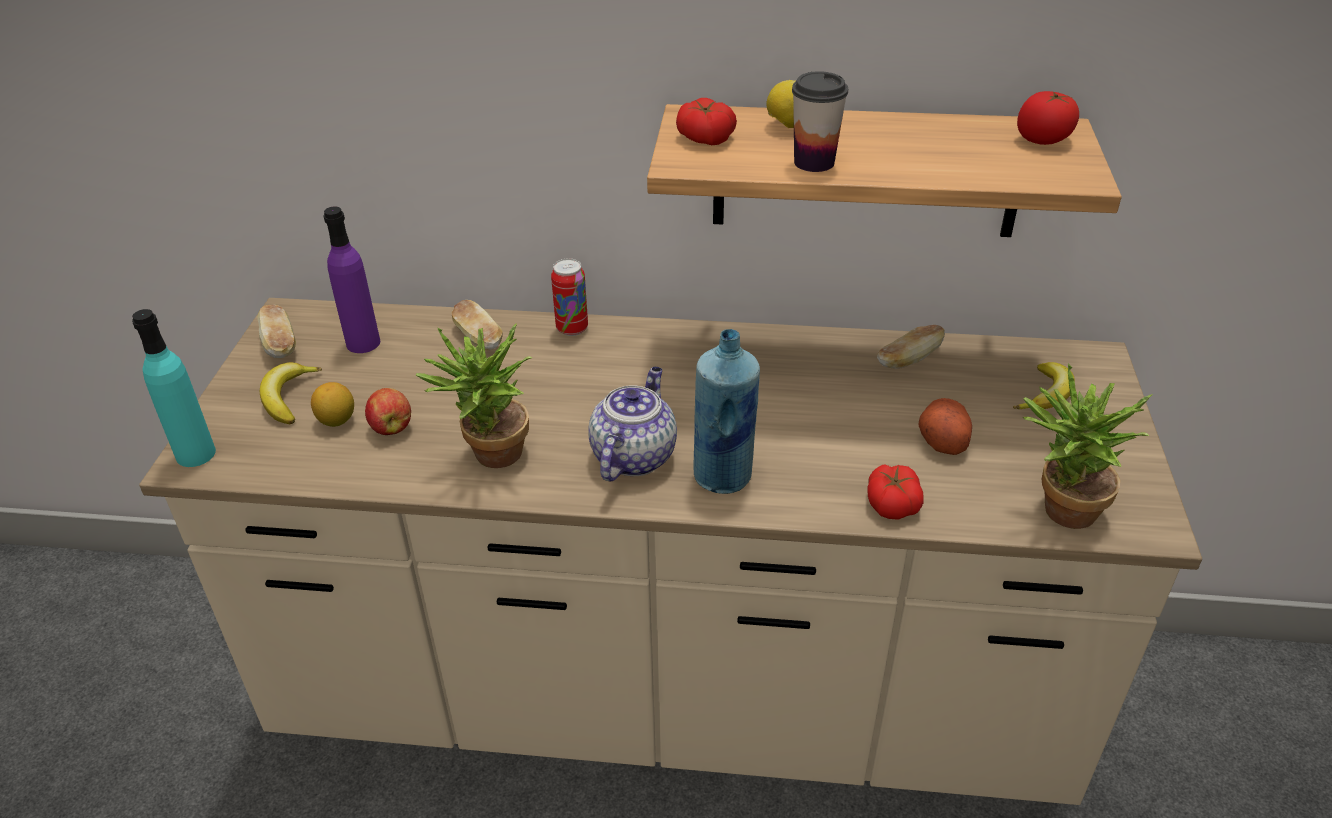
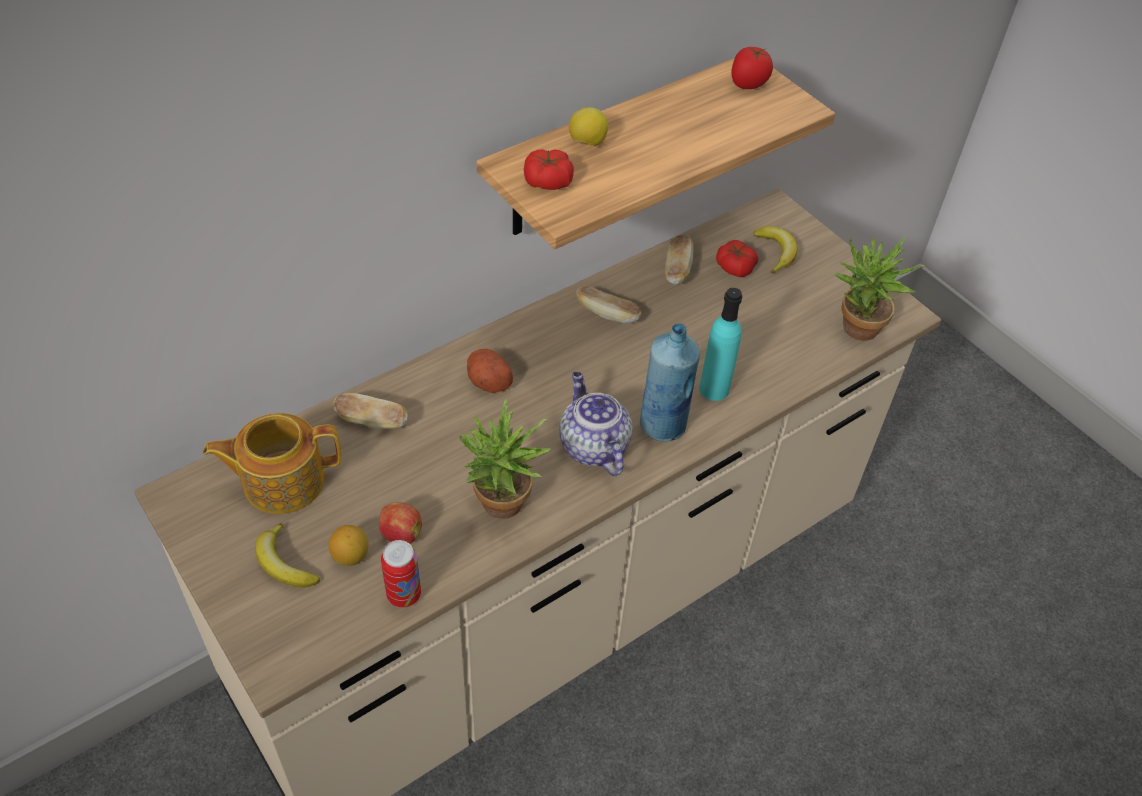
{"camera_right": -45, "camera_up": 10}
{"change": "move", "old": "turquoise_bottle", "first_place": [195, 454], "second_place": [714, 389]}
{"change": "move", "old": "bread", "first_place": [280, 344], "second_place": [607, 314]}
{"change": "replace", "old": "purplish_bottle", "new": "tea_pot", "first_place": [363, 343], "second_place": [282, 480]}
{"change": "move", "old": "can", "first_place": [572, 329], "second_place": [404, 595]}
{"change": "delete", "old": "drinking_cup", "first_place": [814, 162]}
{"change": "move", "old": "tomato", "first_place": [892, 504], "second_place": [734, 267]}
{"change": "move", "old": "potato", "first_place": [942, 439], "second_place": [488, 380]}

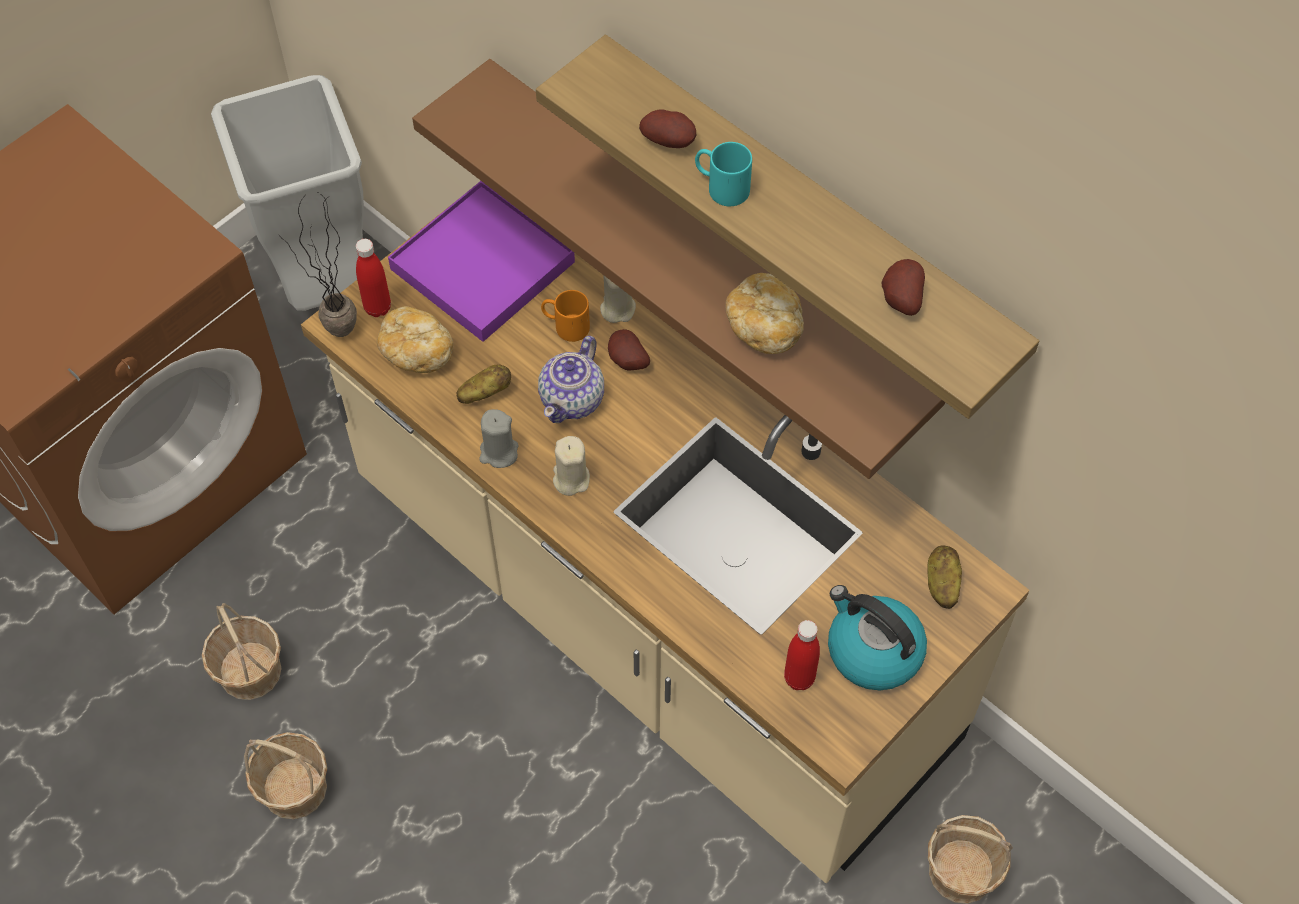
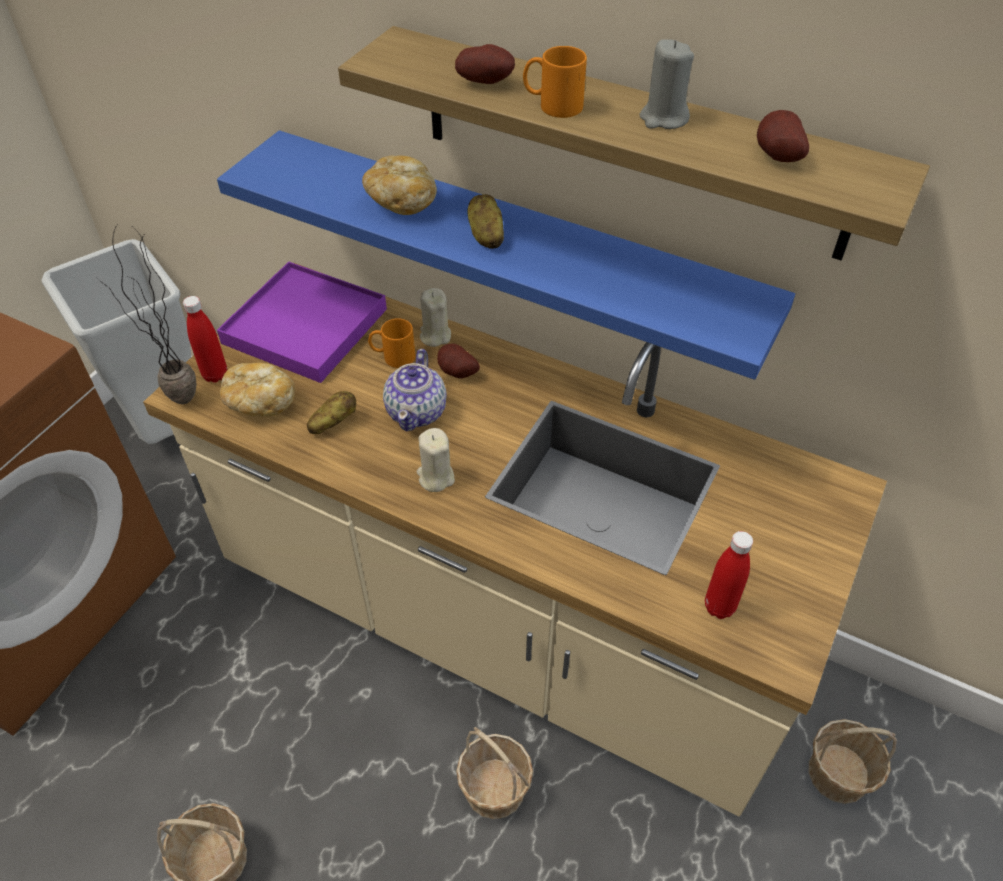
{"camera_right": -15, "camera_up": -10}
{"change": "move", "old": "storage_basket", "first_place": [250, 671], "second_place": [495, 789]}
{"change": "recolor", "old": "brown-coloured_wall_shelf", "new": "bluish_wall_shelf", "first_place": [704, 249], "second_place": [512, 245]}
{"change": "move", "old": "gray_wax_candle", "first_place": [498, 452], "second_place": [663, 118]}
{"change": "recolor", "old": "turquoise_tea_mug", "new": "orange_tea_mug", "first_place": [720, 187], "second_place": [552, 105]}
{"change": "move", "old": "bread", "first_place": [764, 325], "second_place": [401, 201]}
{"change": "delete", "old": "kettle", "first_place": [872, 651]}
{"change": "move", "old": "potato", "first_place": [941, 584], "second_place": [485, 235]}

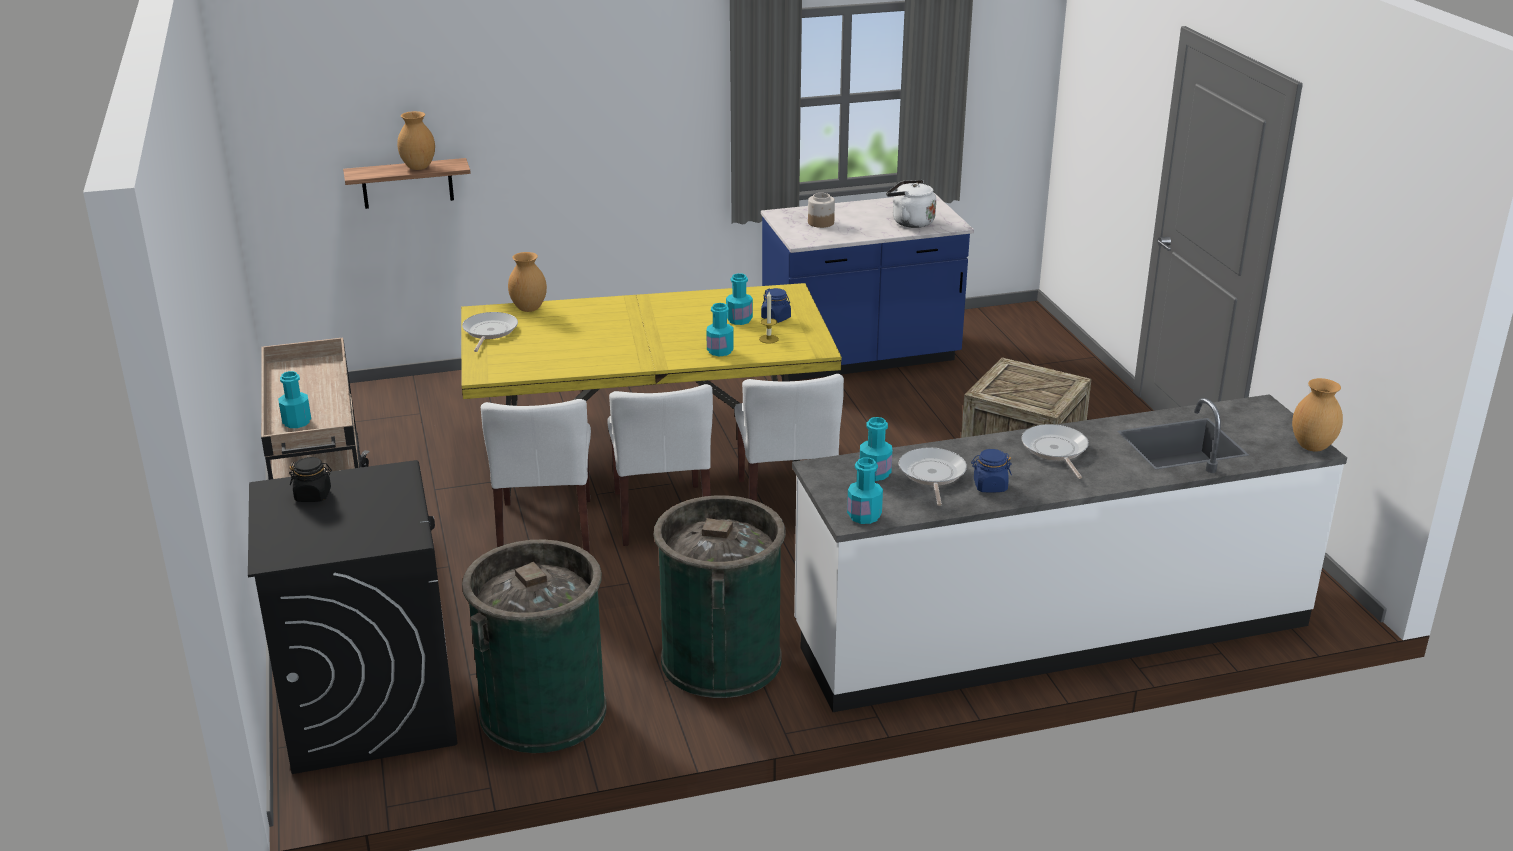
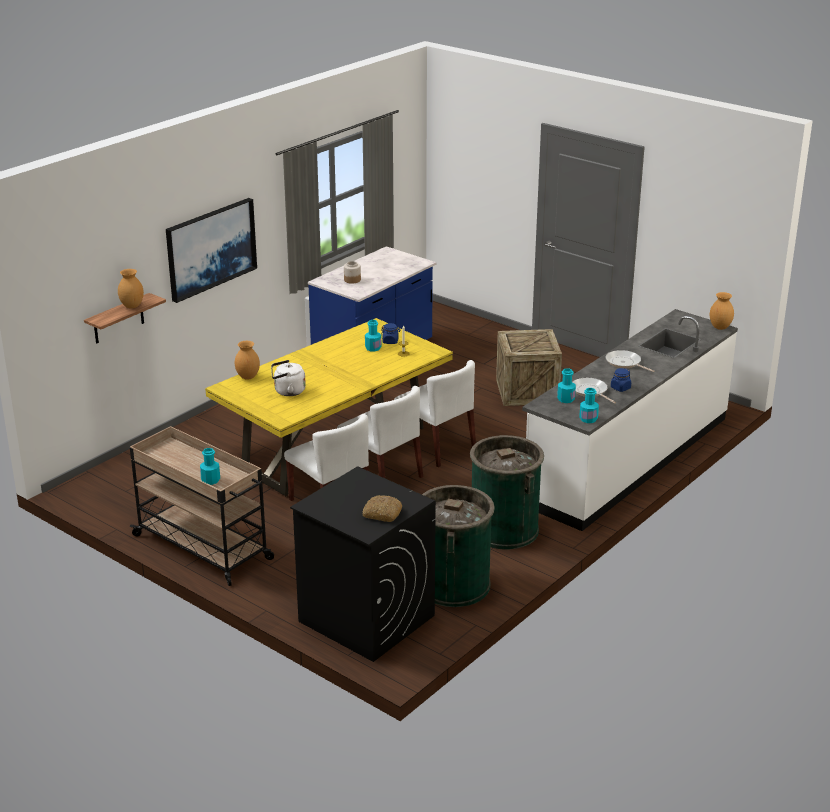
{"camera_right": -35, "camera_up": 0}
{"change": "delete", "old": "black-coloured_storage_jar", "first_place": [313, 495]}
{"change": "delete", "old": "skillet", "first_place": [489, 332]}
{"change": "delete", "old": "turquoise_bottle", "first_place": [720, 351]}
{"change": "move", "old": "whitish_kettle", "first_place": [910, 222], "second_place": [287, 391]}
{"change": "insert", "new": "wall_art", "second_place": [210, 248]}
{"change": "insert", "new": "bread", "second_place": [382, 514]}

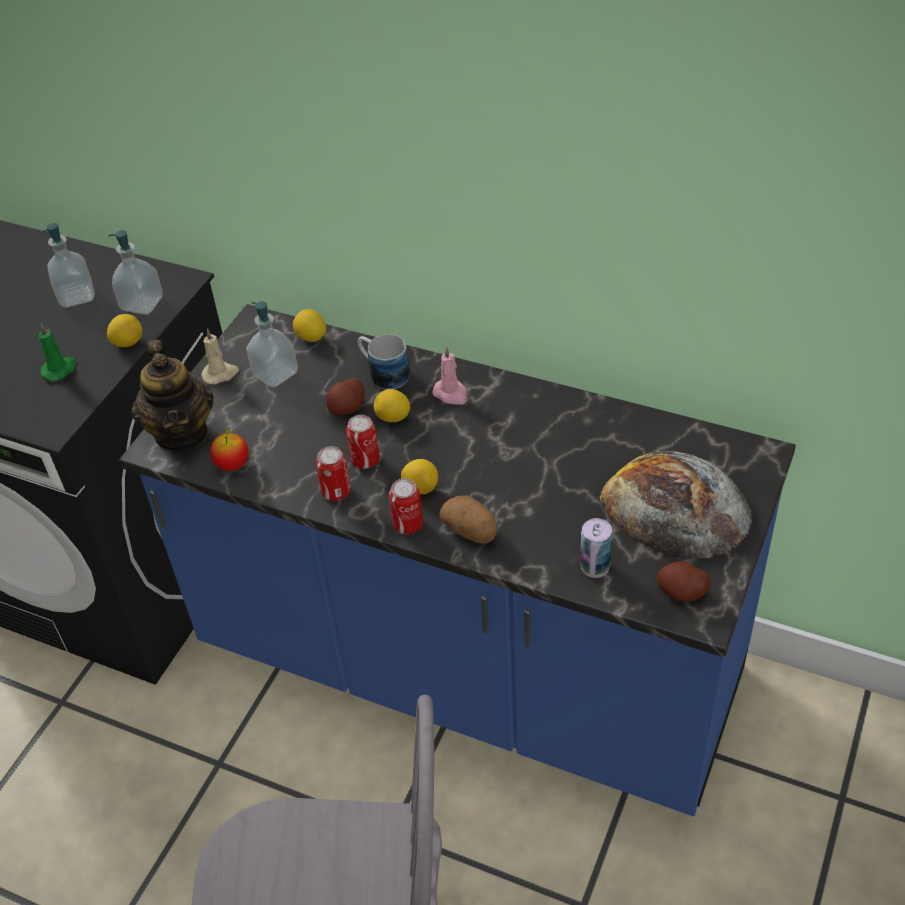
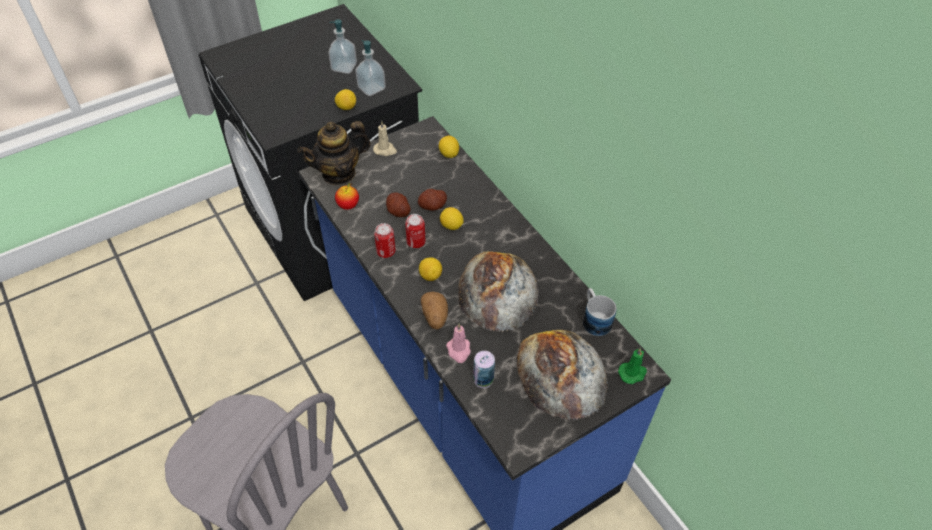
{"camera_right": 30, "camera_up": 5}
{"change": "move", "old": "greenish_wax_candle", "first_place": [60, 369], "second_place": [632, 373]}
{"change": "rotate", "old": "tea_pot", "first_place": [182, 433], "second_place": [339, 173], "degrees": 45}
{"change": "delete", "old": "soap_dispenser", "first_place": [275, 374]}
{"change": "move", "old": "tea_mug", "first_place": [383, 373], "second_place": [594, 319]}
{"change": "delete", "old": "can", "first_place": [408, 524]}
{"change": "move", "old": "pinkish_wax_candle", "first_place": [451, 394], "second_place": [459, 350]}
{"change": "move", "old": "potato", "first_place": [682, 592], "second_place": [398, 211]}
{"change": "insert", "new": "bread", "second_place": [497, 290]}

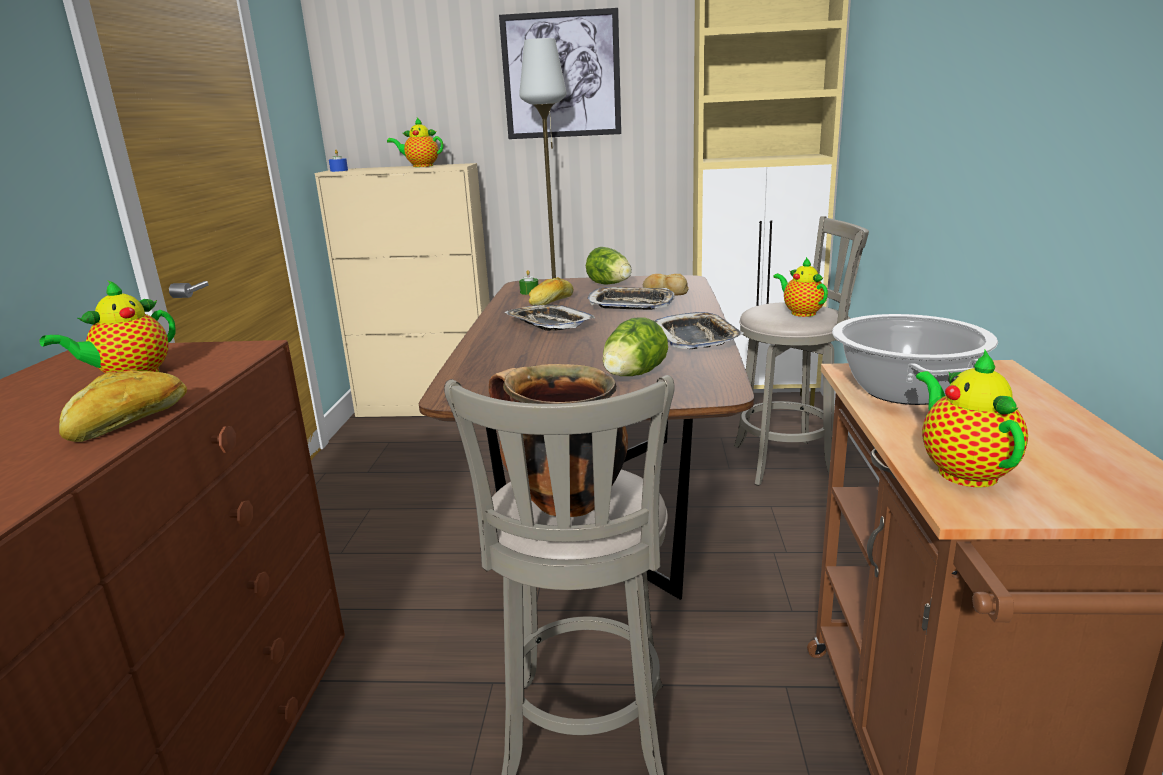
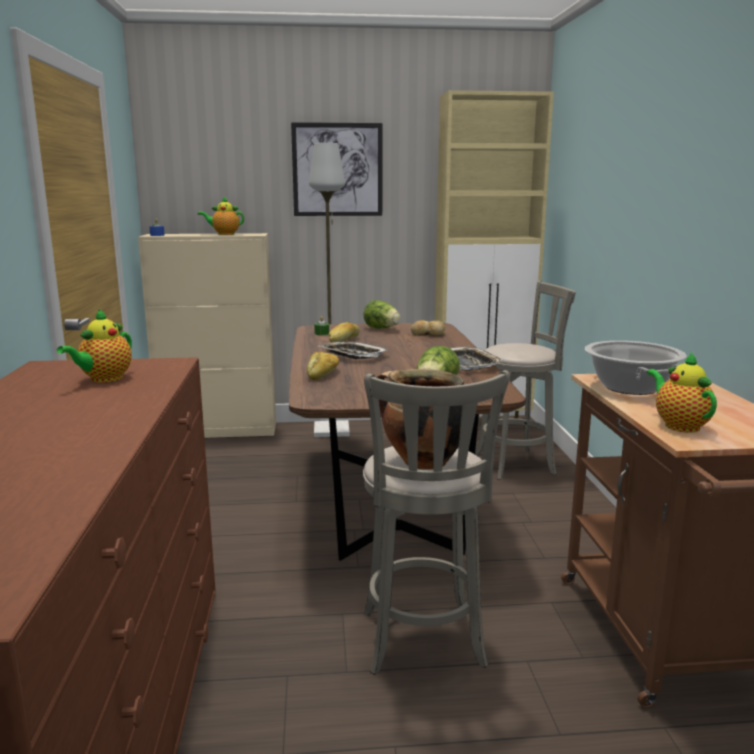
{"camera_right": -10, "camera_up": -5}
{"change": "move", "old": "bread", "first_place": [131, 421], "second_place": [323, 374]}
{"change": "delete", "old": "carrying_tray", "first_place": [631, 305]}
{"change": "delete", "old": "tea_pot", "first_place": [801, 313]}

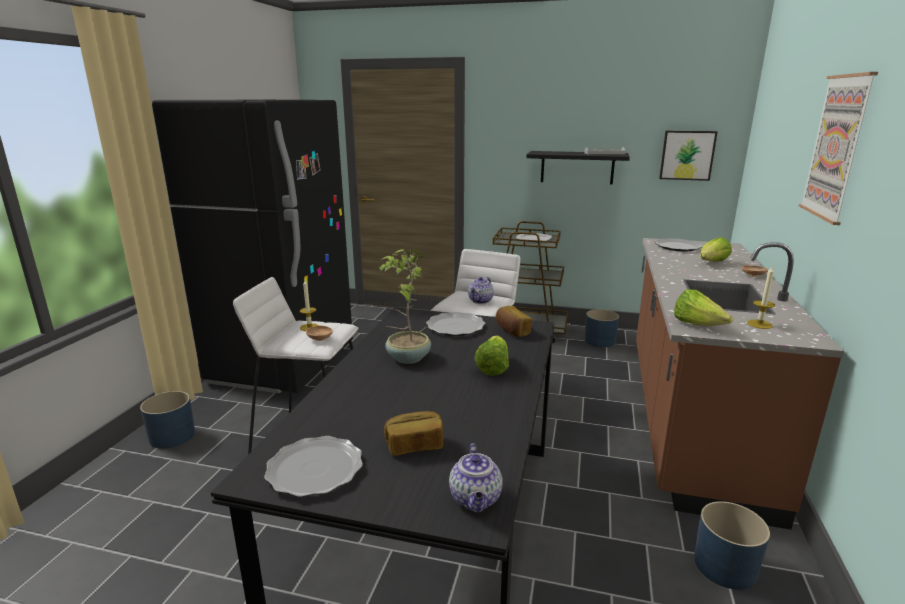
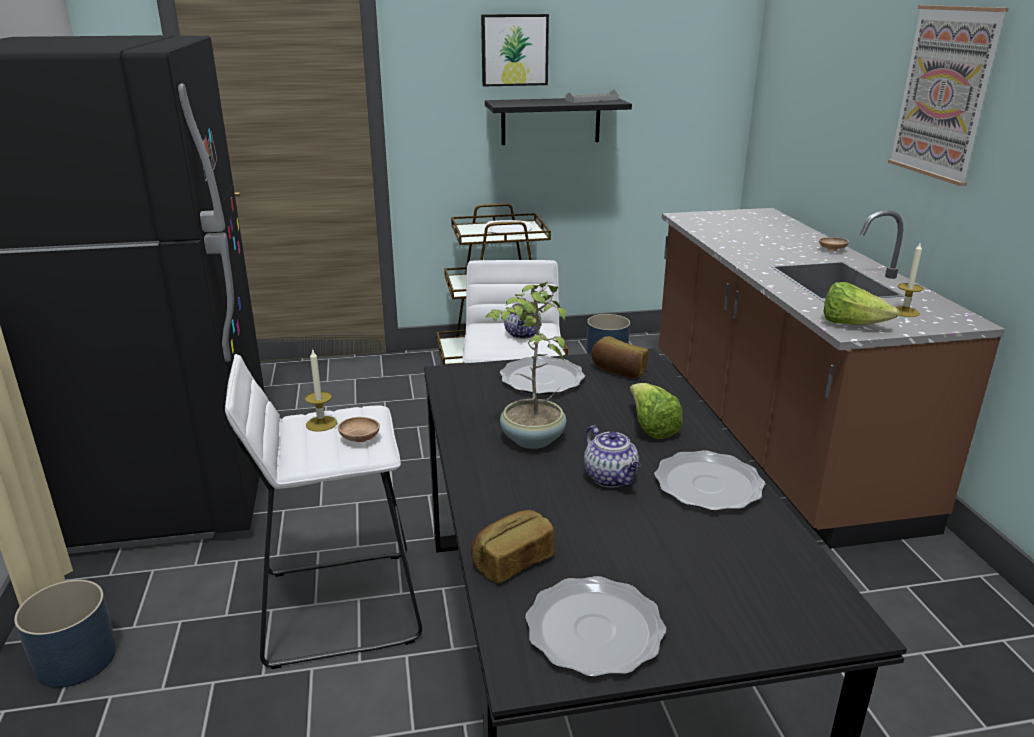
{"camera_right": -25, "camera_up": 5}
{"change": "move", "old": "bread", "first_place": [414, 445], "second_place": [512, 561]}
{"change": "move", "old": "tea_pot", "first_place": [476, 499], "second_place": [611, 478]}
{"change": "move", "old": "plate", "first_place": [678, 247], "second_place": [709, 485]}
{"change": "move", "old": "wall_art", "first_place": [687, 155], "second_place": [514, 50]}
{"change": "delete", "old": "bluish_planter", "first_place": [725, 565]}
{"change": "delete", "old": "lettuce", "first_place": [712, 263]}

